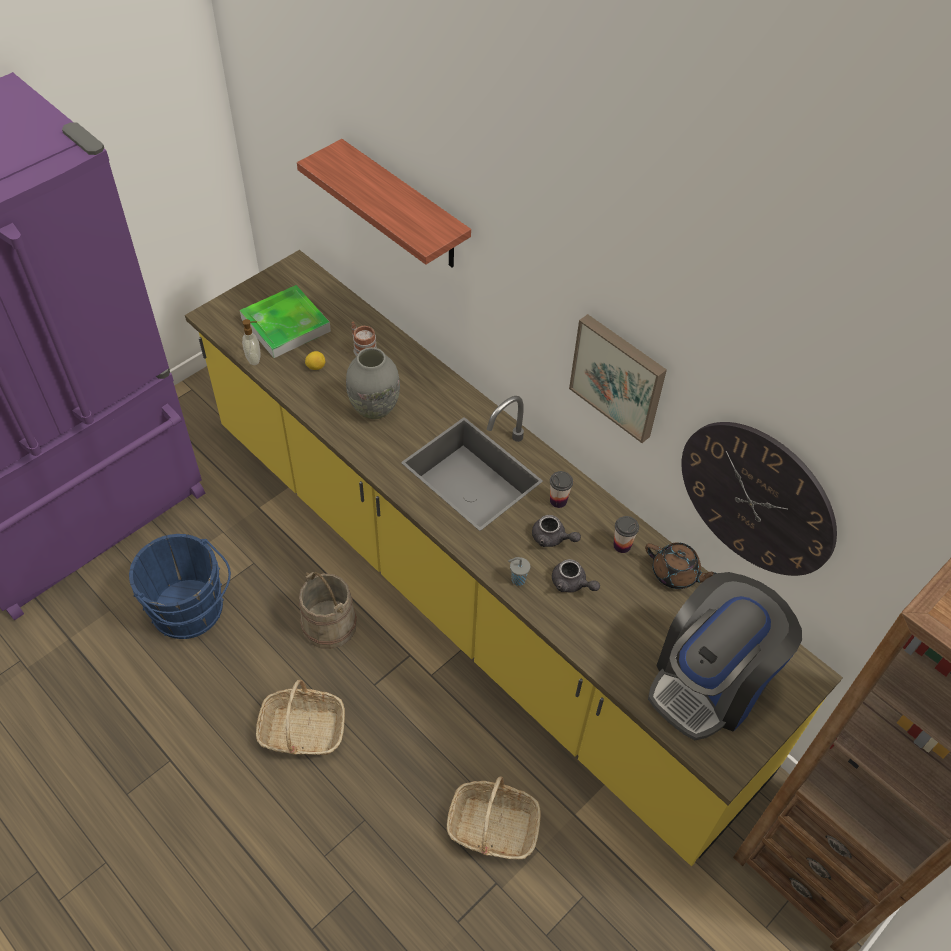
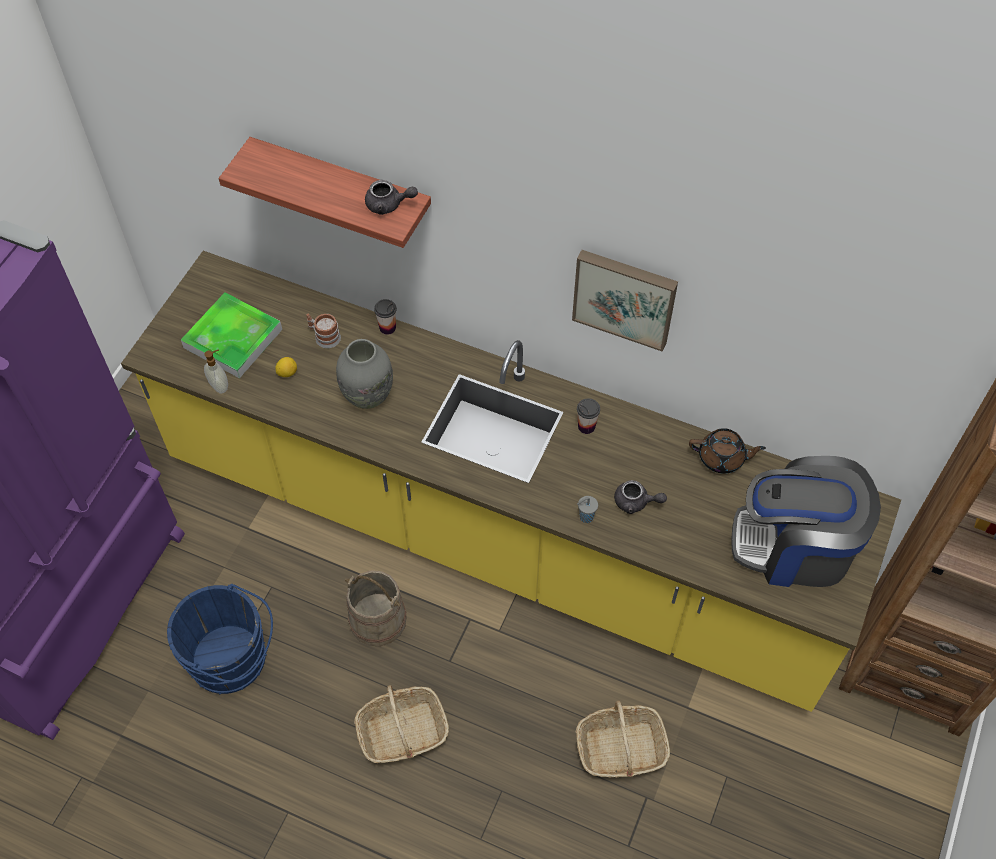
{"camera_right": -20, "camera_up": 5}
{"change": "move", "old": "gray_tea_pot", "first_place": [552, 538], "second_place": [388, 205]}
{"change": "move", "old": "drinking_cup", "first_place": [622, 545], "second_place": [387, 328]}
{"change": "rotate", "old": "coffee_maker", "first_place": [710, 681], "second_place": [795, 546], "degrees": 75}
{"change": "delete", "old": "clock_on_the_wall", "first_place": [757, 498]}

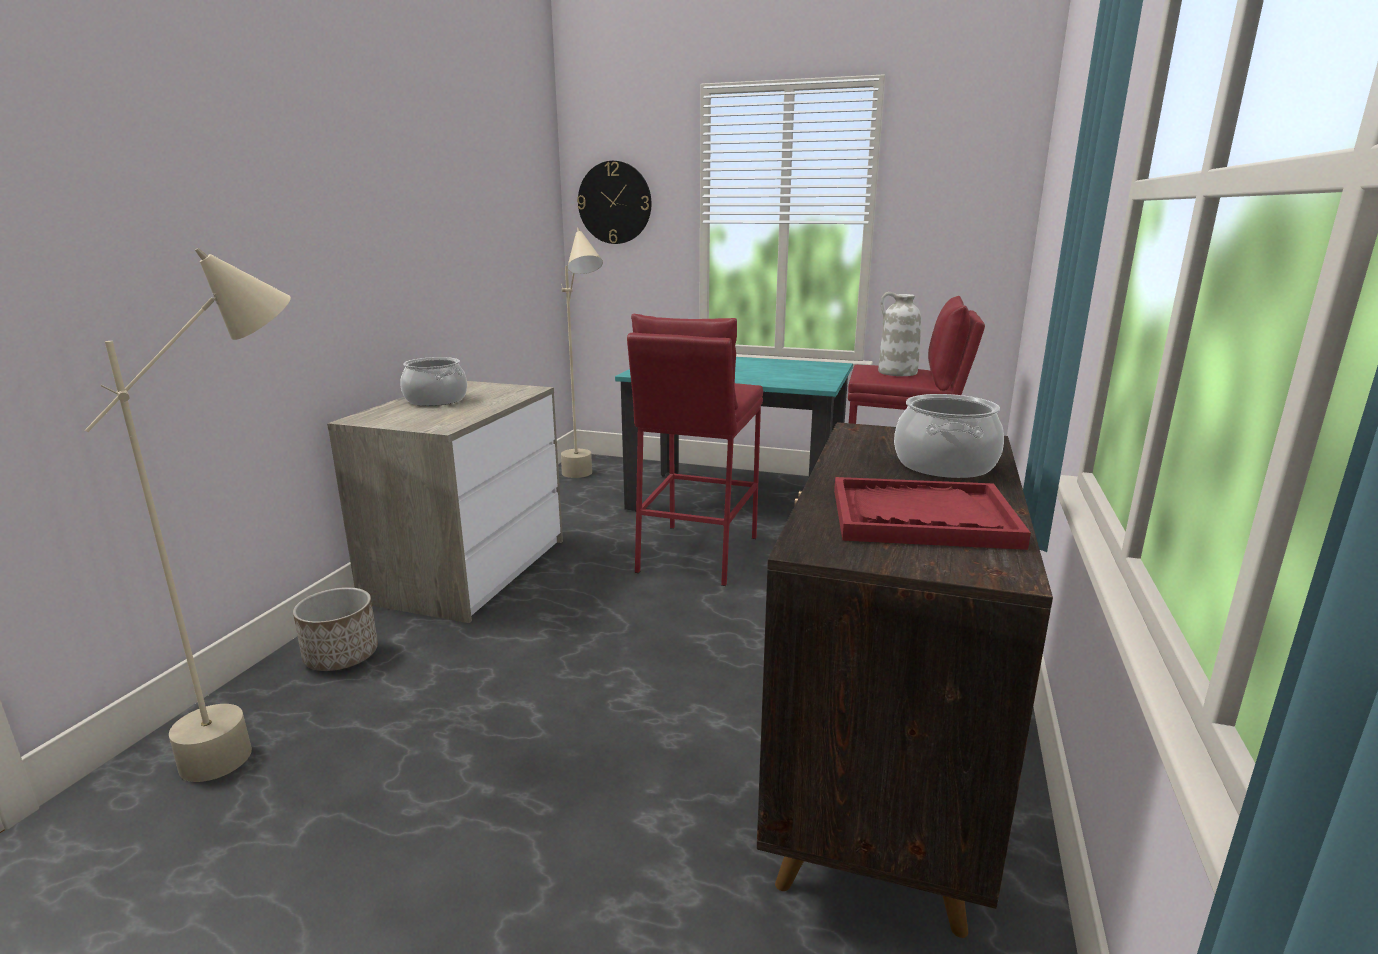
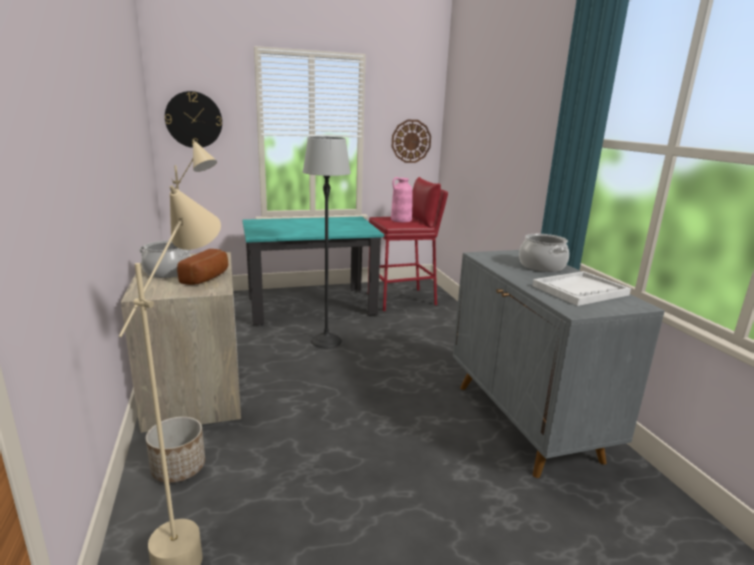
{"camera_right": -35, "camera_up": 0}
{"change": "replace", "old": "red_sitting_stool", "new": "standing_lamp", "first_place": [696, 554], "second_place": [326, 341]}
{"change": "recolor", "old": "brown-coloured_storage_cabinet", "new": "gray_storage_cabinet", "first_place": [881, 786], "second_place": [525, 422]}
{"change": "recolor", "old": "red_carrying_tray", "new": "whitish_carrying_tray", "first_place": [921, 518], "second_place": [580, 290]}
{"change": "recolor", "old": "whitish_vase", "new": "pinkish_vase", "first_place": [897, 372], "second_place": [401, 220]}
{"change": "insert", "new": "bread", "second_place": [208, 278]}
{"change": "insert", "new": "clock_on_the_wall", "second_place": [411, 141]}

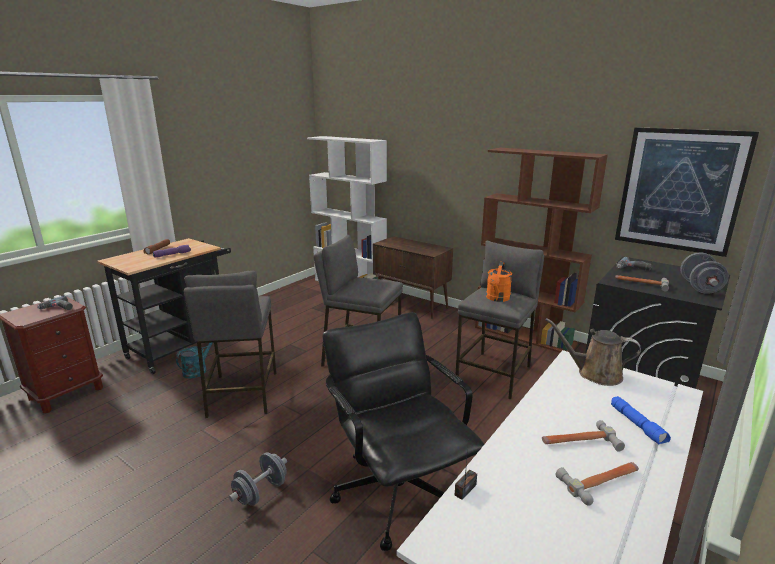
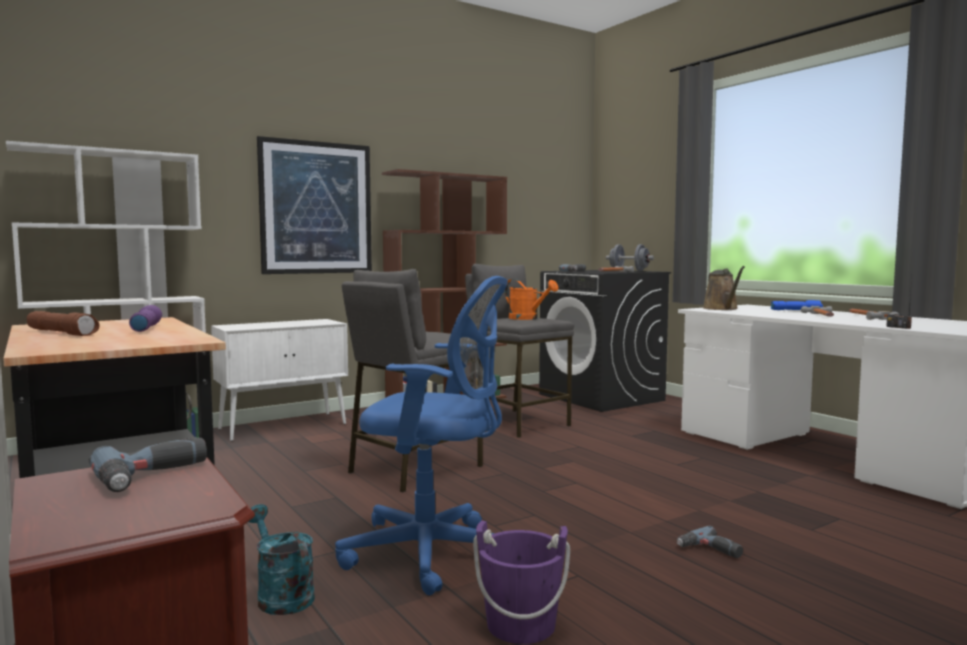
{"camera_right": -70, "camera_up": -15}
{"change": "replace", "old": "gray_sitting_stool", "new": "bluish_desk_chair", "first_place": [242, 394], "second_place": [433, 553]}
{"change": "replace", "old": "gray_dumbbell", "new": "drill", "first_place": [261, 492], "second_place": [710, 551]}
{"change": "delete", "old": "black-coloured_desk_chair", "first_place": [398, 493]}
{"change": "recolor", "old": "brown-coloured_storage_cabinet", "new": "whitish_storage_cabinet", "first_place": [412, 305], "second_place": [284, 426]}
{"change": "rotate", "old": "brown-coloured_sprinkling_can", "first_place": [594, 374], "second_place": [722, 309], "degrees": -45}
{"change": "move", "old": "wall_art", "first_place": [680, 190], "second_place": [316, 208]}
{"change": "insert", "new": "purplish_pail", "second_place": [521, 625]}

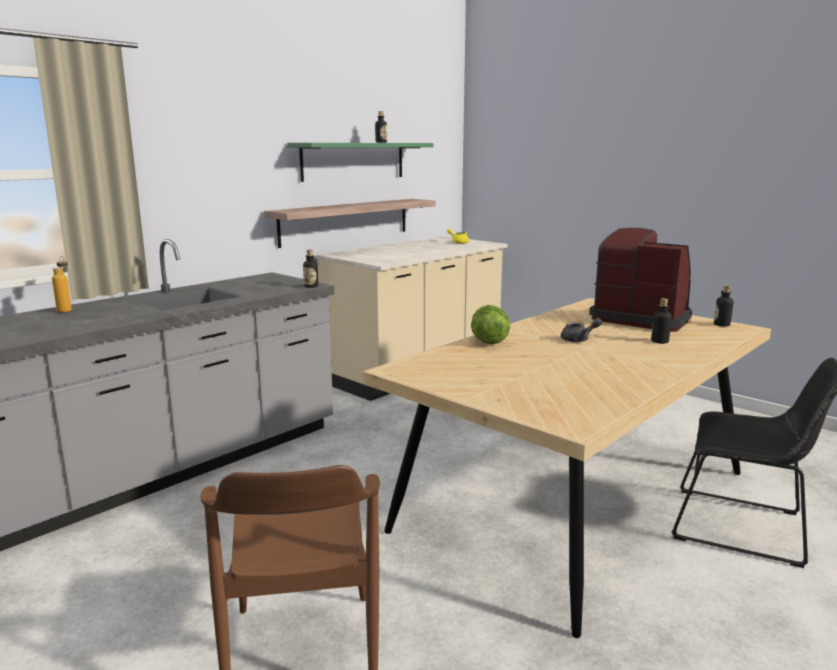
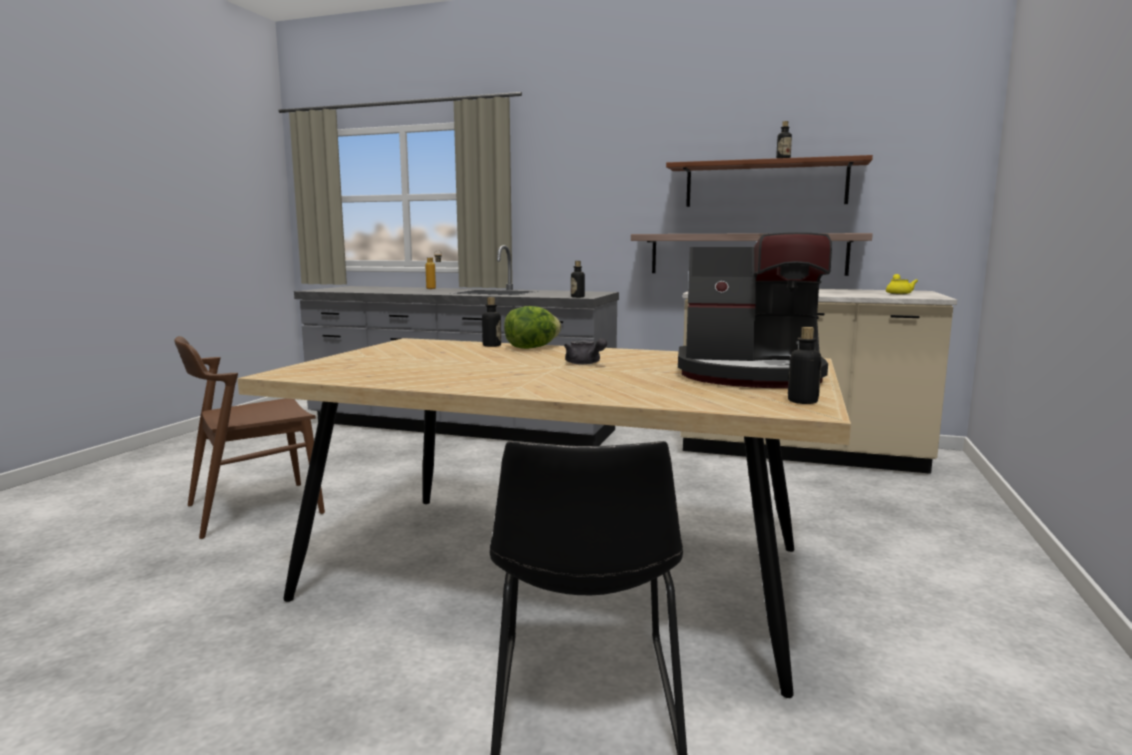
{"camera_right": 65, "camera_up": -5}
{"change": "recolor", "old": "greenish_wall_shelf", "new": "brown-coloured_wall_shelf", "first_place": [353, 161], "second_place": [765, 184]}
{"change": "rotate", "old": "coffee_maker", "first_place": [641, 318], "second_place": [750, 374], "degrees": 90}
{"change": "move", "old": "bottle", "first_place": [659, 341], "second_place": [491, 345]}

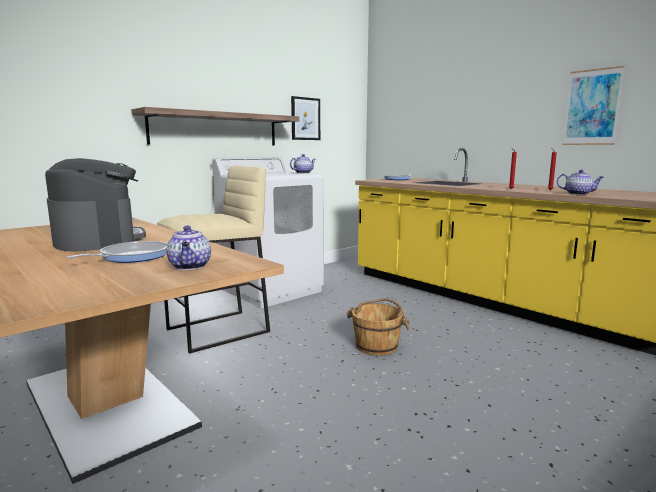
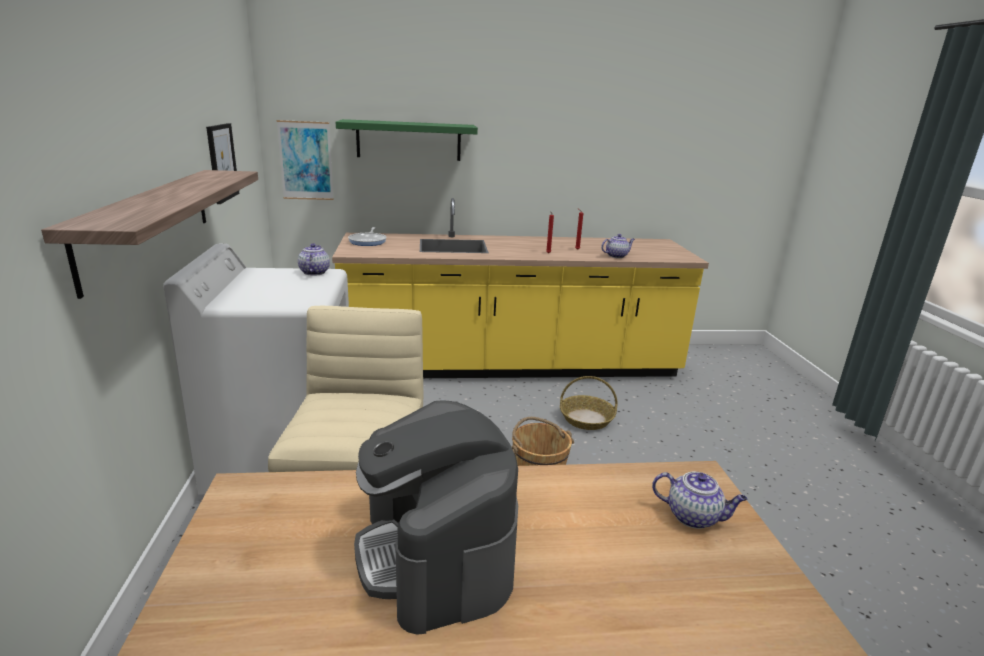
{"camera_right": -55, "camera_up": 10}
{"change": "rotate", "old": "coffee_maker", "first_place": [99, 240], "second_place": [436, 553], "degrees": -120}
{"change": "delete", "old": "skillet", "first_place": [131, 257]}
{"change": "move", "old": "wall_art", "first_place": [592, 107], "second_place": [306, 161]}
{"change": "insert", "new": "greenish_wall_shelf", "second_place": [409, 140]}
{"change": "insert", "new": "storage_basket", "second_place": [586, 419]}

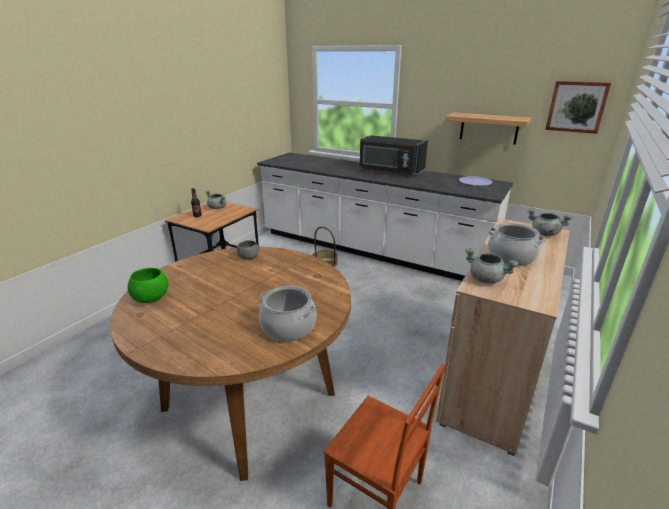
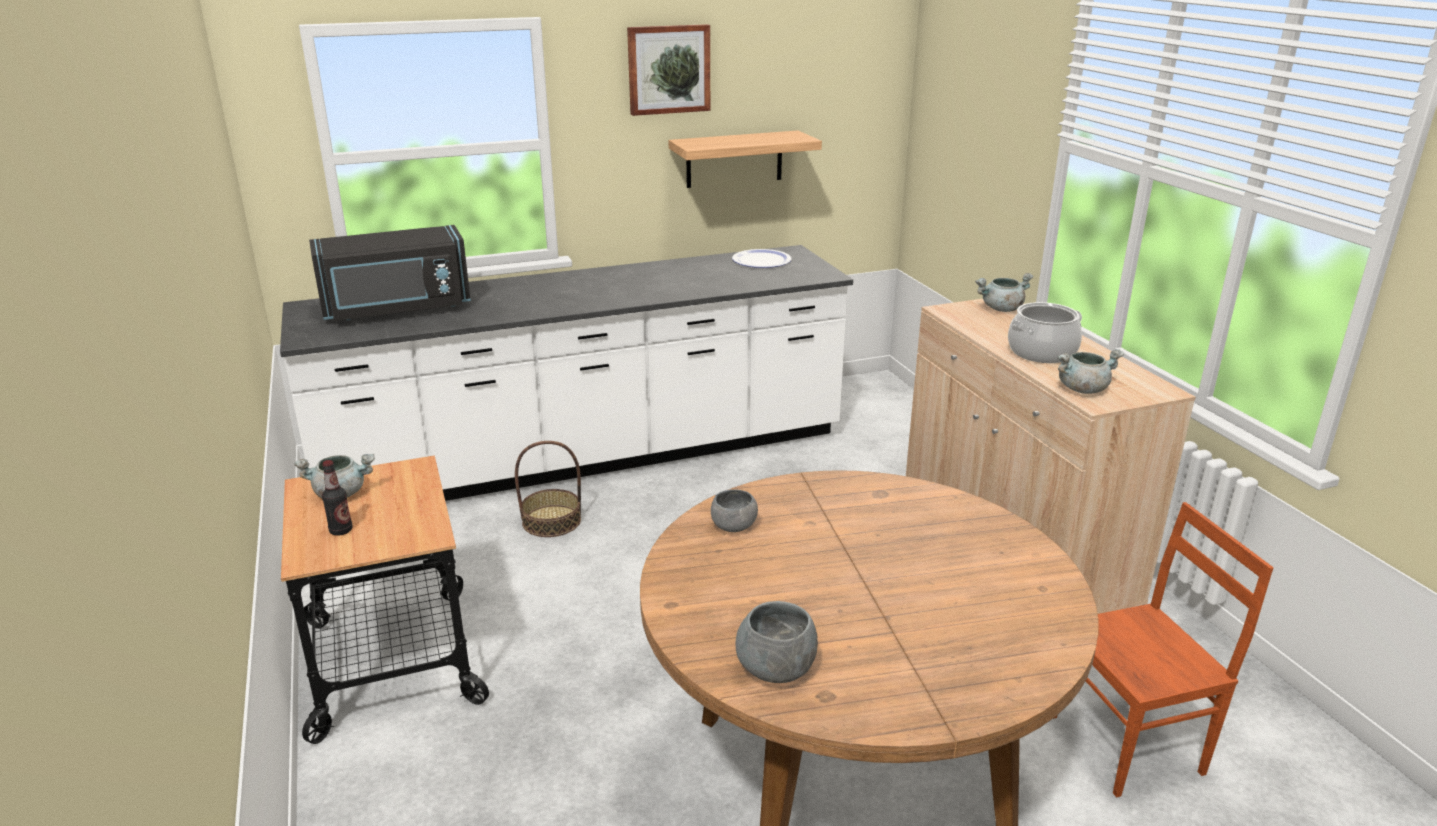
{"camera_right": -50, "camera_up": 0}
{"change": "recolor", "old": "greenish_serving_bowl", "new": "gray_serving_bowl", "first_place": [151, 298], "second_place": [776, 670]}
{"change": "delete", "old": "saucepot", "first_place": [288, 327]}
{"change": "move", "old": "black-coloured_microwave_oven", "first_place": [390, 171], "second_place": [397, 309]}
{"change": "move", "old": "wall_art", "first_place": [576, 107], "second_place": [668, 69]}

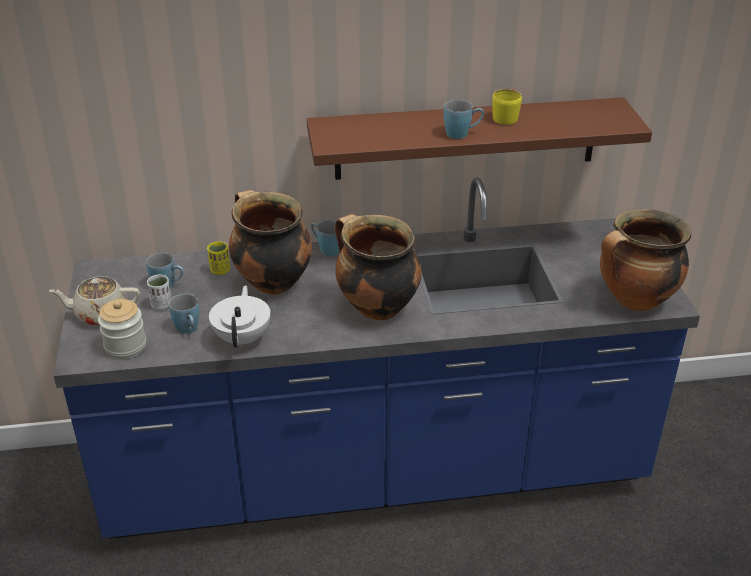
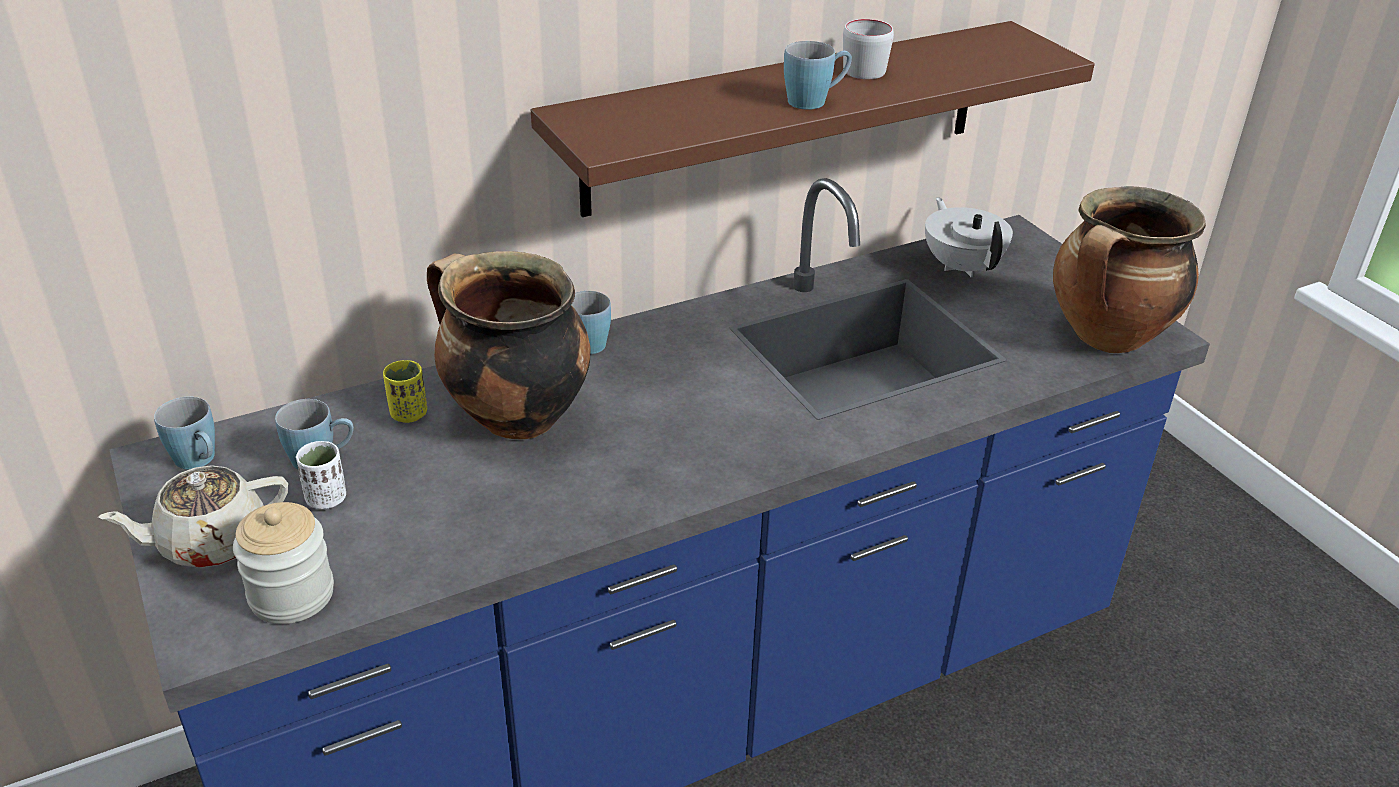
{"camera_right": -20, "camera_up": 0}
{"change": "move", "old": "bluish_tea_mug", "first_place": [189, 330], "second_place": [200, 461]}
{"change": "move", "old": "whitish_tea_pot", "first_place": [243, 338], "second_place": [962, 266]}
{"change": "delete", "old": "saucepot", "first_place": [375, 307]}
{"change": "recolor", "old": "yellowish_tea_mug", "new": "gray_tea_mug", "first_place": [506, 116], "second_place": [863, 67]}

